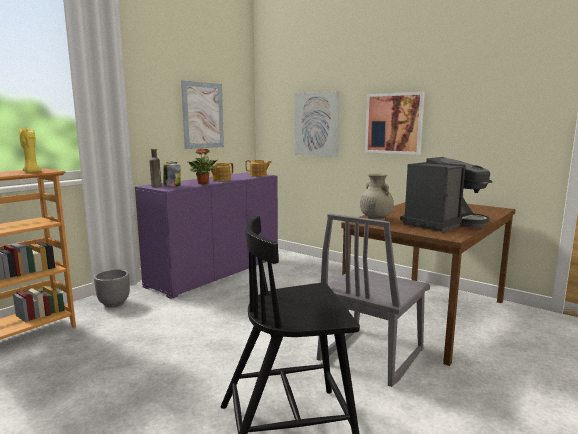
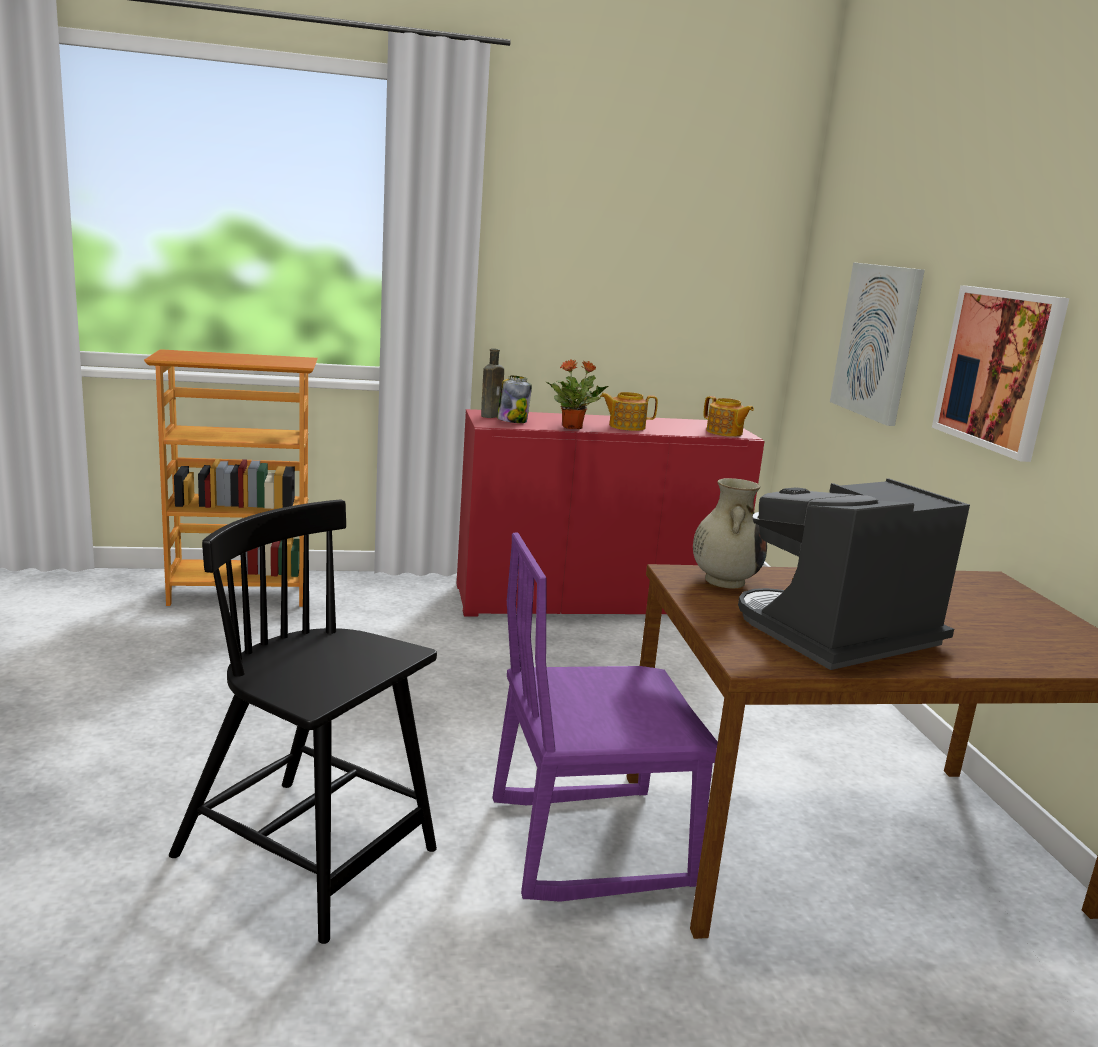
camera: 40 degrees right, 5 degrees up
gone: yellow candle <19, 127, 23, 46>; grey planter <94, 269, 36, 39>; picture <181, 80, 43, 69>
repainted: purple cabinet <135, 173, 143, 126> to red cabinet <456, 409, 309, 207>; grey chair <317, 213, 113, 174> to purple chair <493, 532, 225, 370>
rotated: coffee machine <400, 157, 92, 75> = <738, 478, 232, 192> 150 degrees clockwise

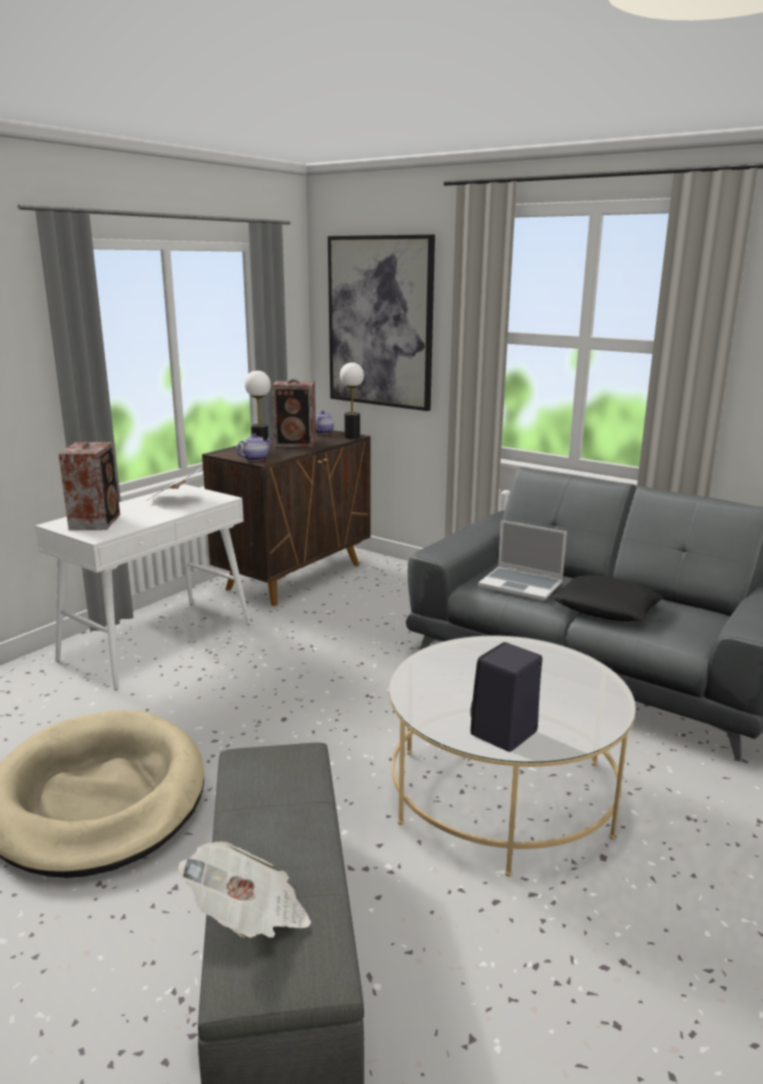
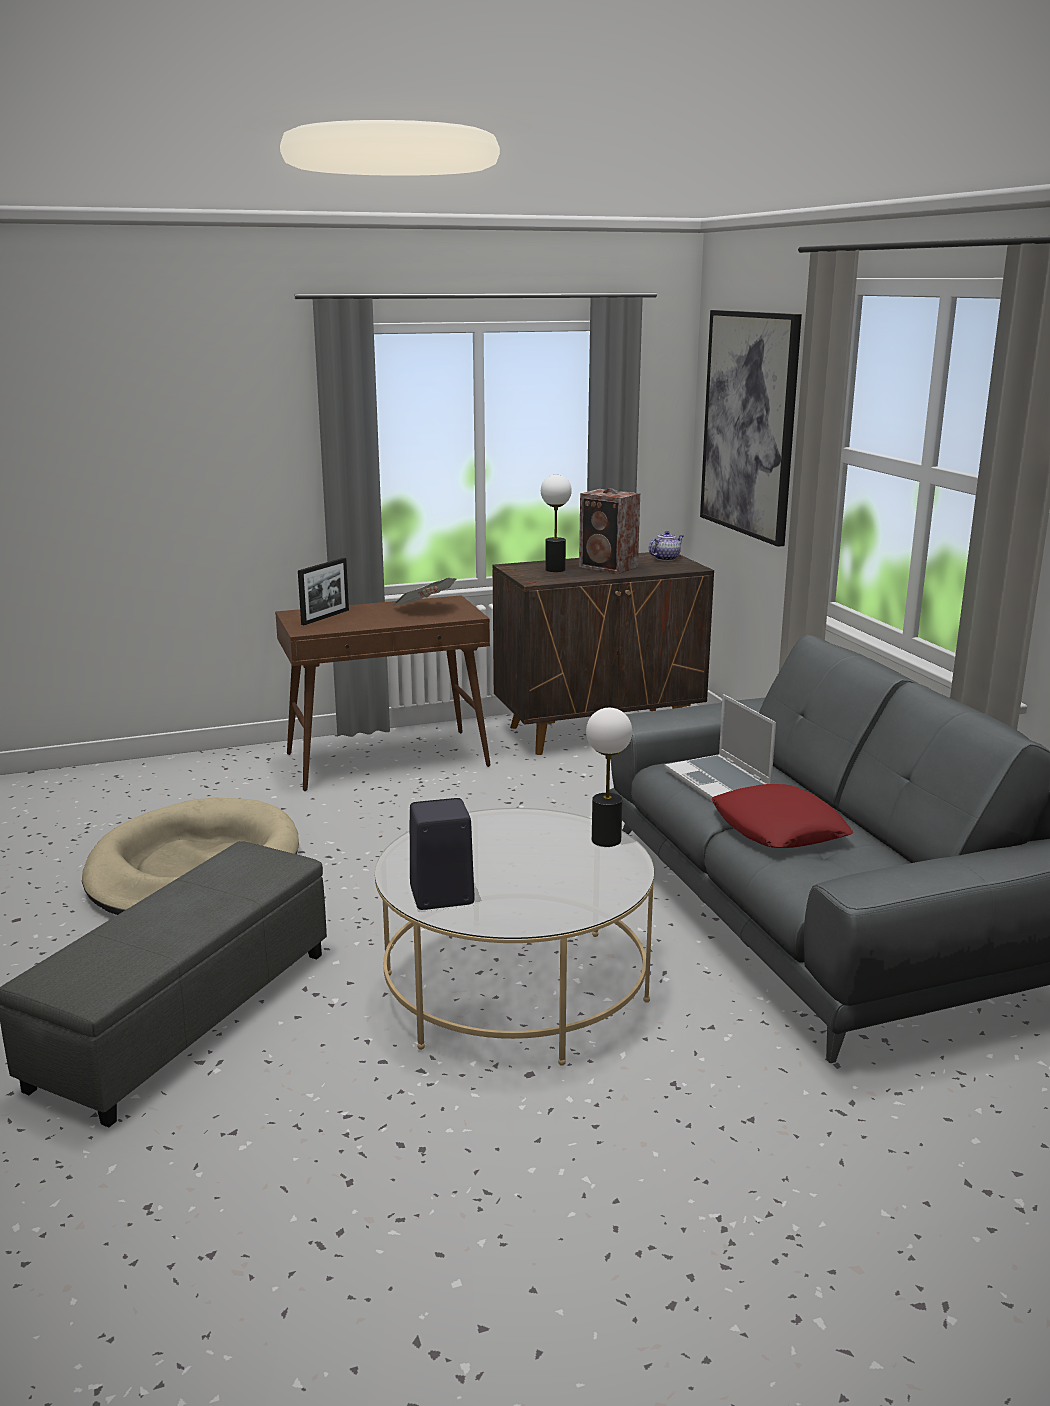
camera: 35 degrees right, 0 degrees up
gone: newspaper <178, 841, 133, 97>; teapot <236, 434, 36, 27>
shifted: table lamp <340, 362, 24, 77> to <586, 708, 46, 139>
swapped: speaker <58, 442, 62, 88> to picture frame <298, 558, 51, 67>
repainted: white console table <35, 484, 216, 206> to brown console table <275, 595, 216, 196>; black pillow <551, 575, 112, 46> to red pillow <712, 784, 141, 64>

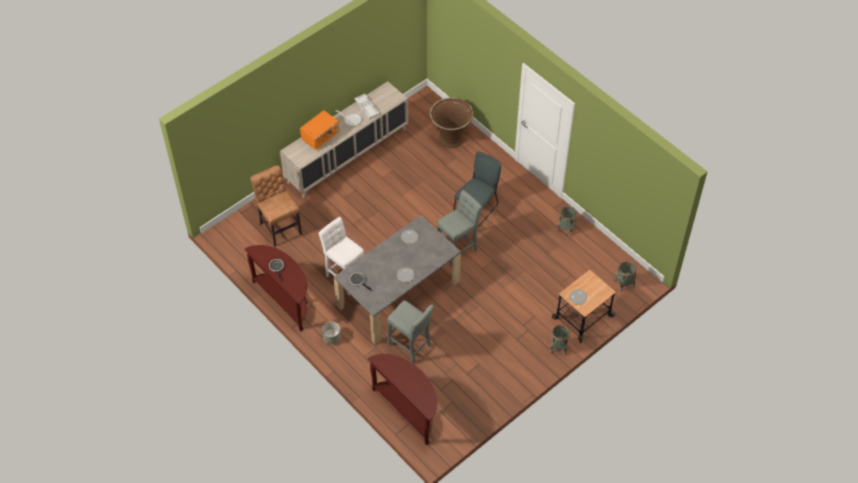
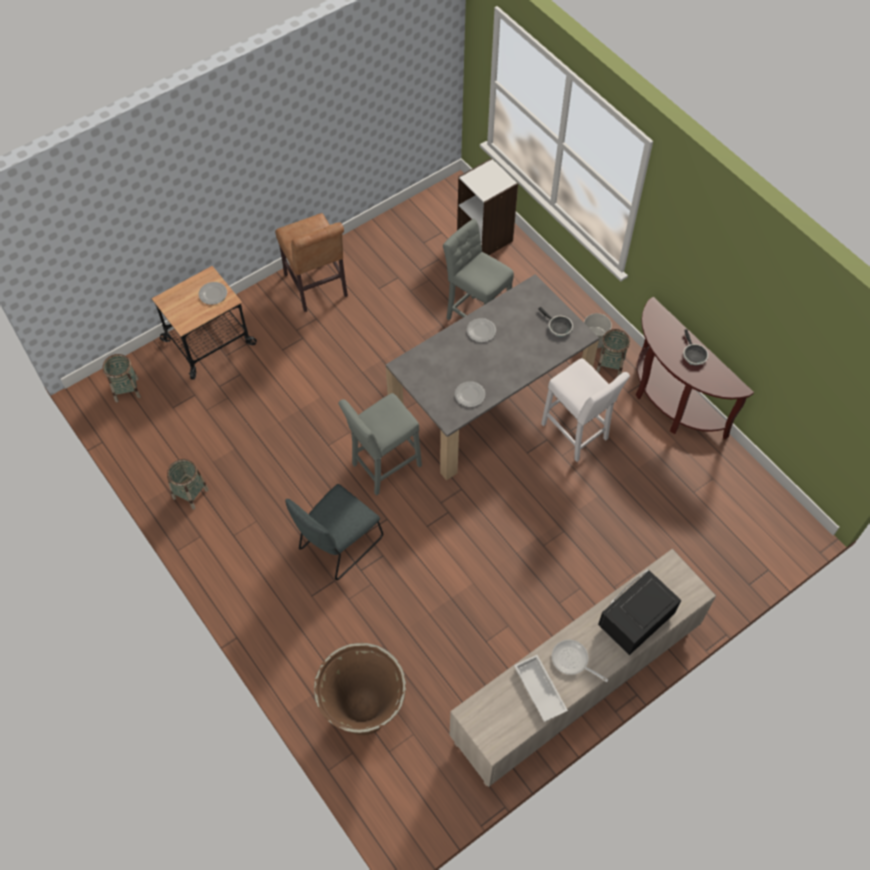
camera: 175 degrees left, 5 degrees up
shifted: brown chair <250, 165, 52, 82> to <275, 213, 73, 99>; basket <550, 325, 20, 30> to <596, 329, 34, 48>
swapped: brown console table <368, 354, 69, 91> to white bookcase <457, 158, 61, 97>
repainted: orange microwave <300, 110, 39, 40> to black microwave <598, 570, 83, 85>

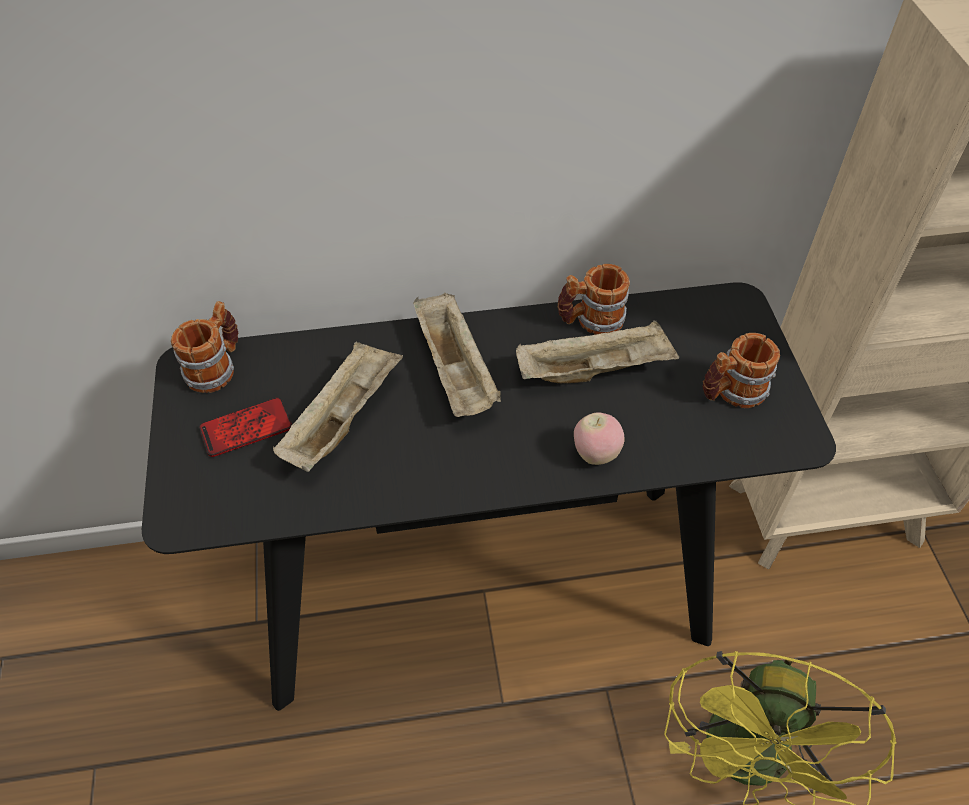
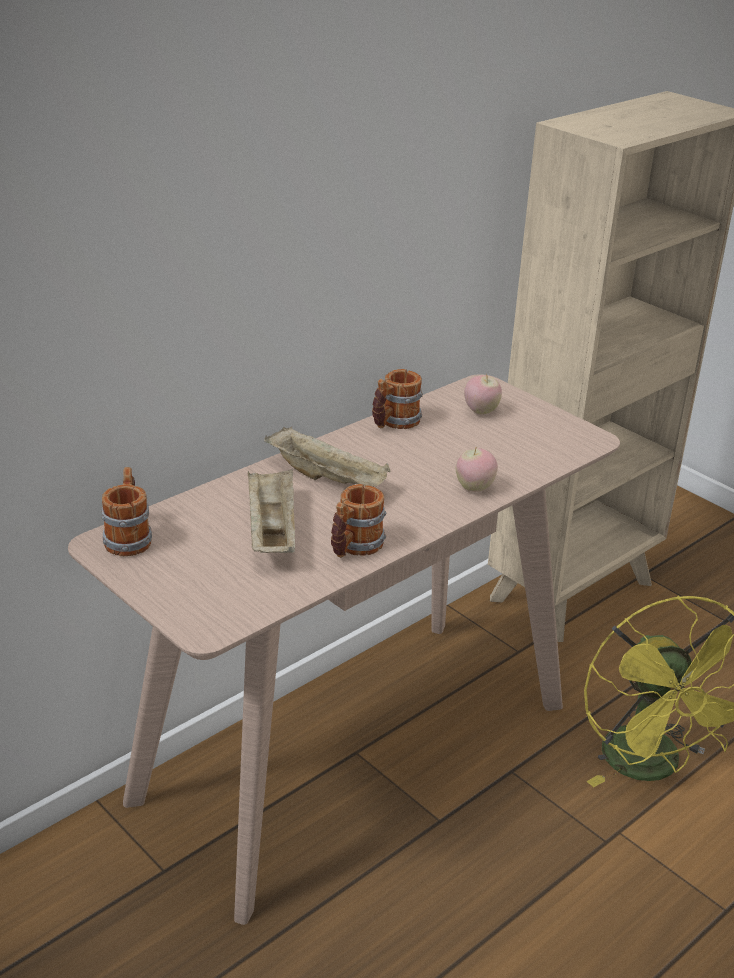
camera: 35 degrees left, 20 degrees down
gone: phone <199, 398, 93, 59>; beige tray <516, 320, 164, 63>
new: apple <464, 375, 38, 39>
shifted: mug <703, 333, 77, 75> to <331, 484, 56, 74>
repainted: black console table <142, 282, 694, 429> to beige console table <68, 374, 552, 551>

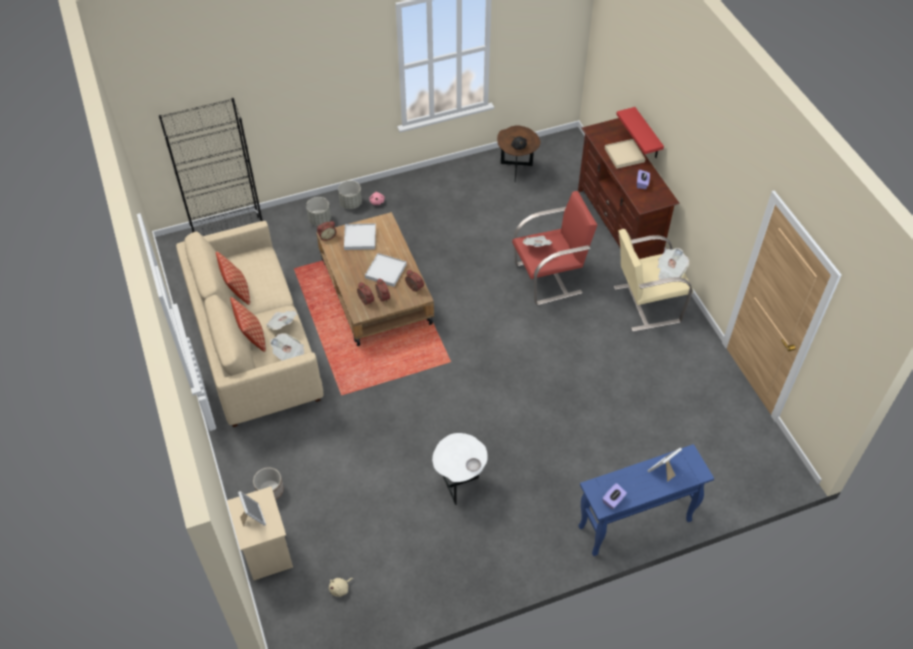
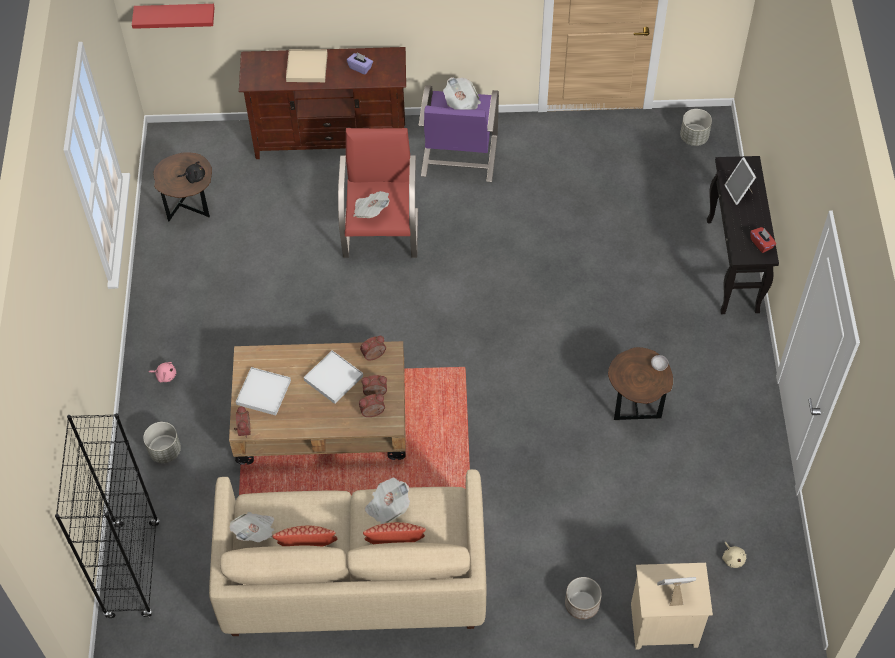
camera: 70 degrees left, 5 degrees up
shifted: newspaper <270, 333, 34, 28> to <229, 512, 45, 30>; grey planter <338, 181, 24, 28> to <680, 109, 32, 37>; red shelf <616, 107, 48, 51> to <132, 4, 83, 25>
repainted: white side table <432, 433, 56, 72> to brown side table <608, 347, 65, 73>; blue console table <578, 444, 136, 112> to black console table <707, 156, 72, 158>; purple tissue box <602, 483, 25, 27> to red tissue box <750, 227, 26, 26>; beige armchair <614, 229, 79, 103> to purple armchair <419, 85, 80, 97>

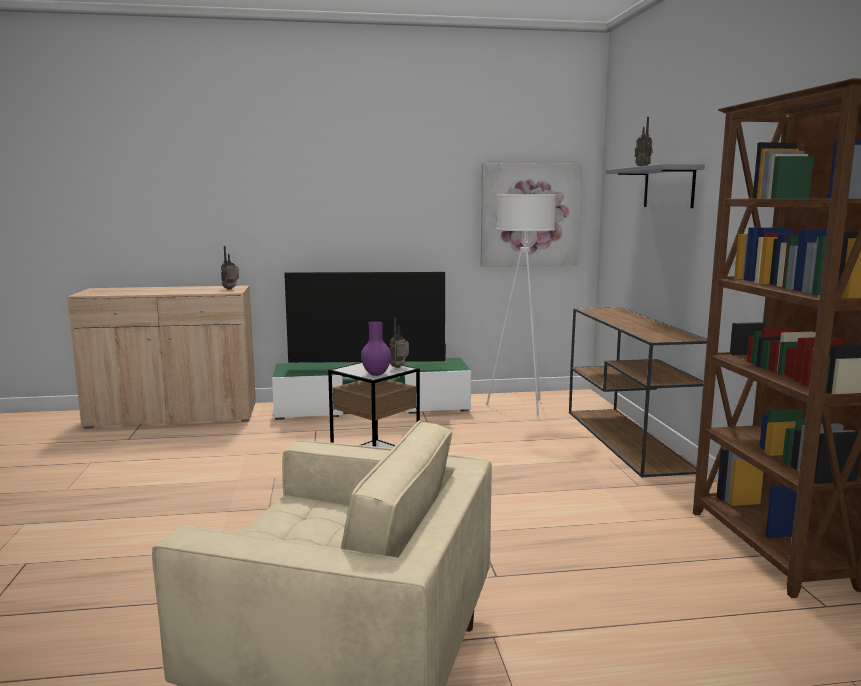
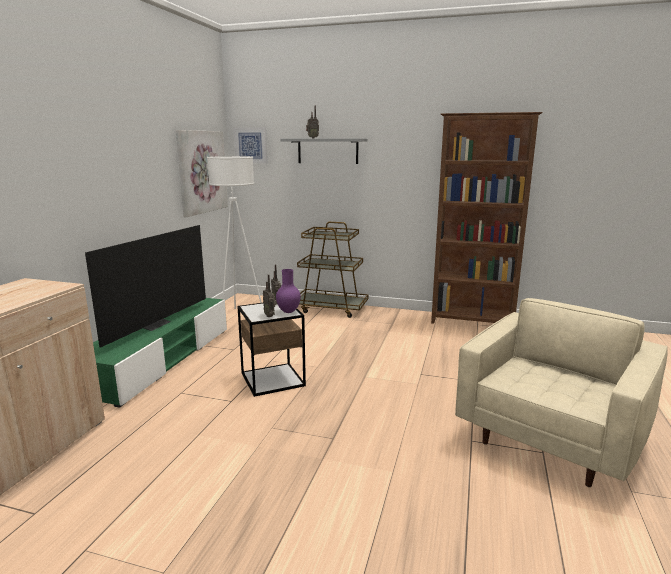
camera: 65 degrees left, 5 degrees up
new: picture <234, 127, 33, 36>
shifted: radio <221, 246, 18, 44> to <263, 274, 14, 43>
swapped: brown console table <569, 307, 138, 170> to brown cart <297, 222, 71, 96>

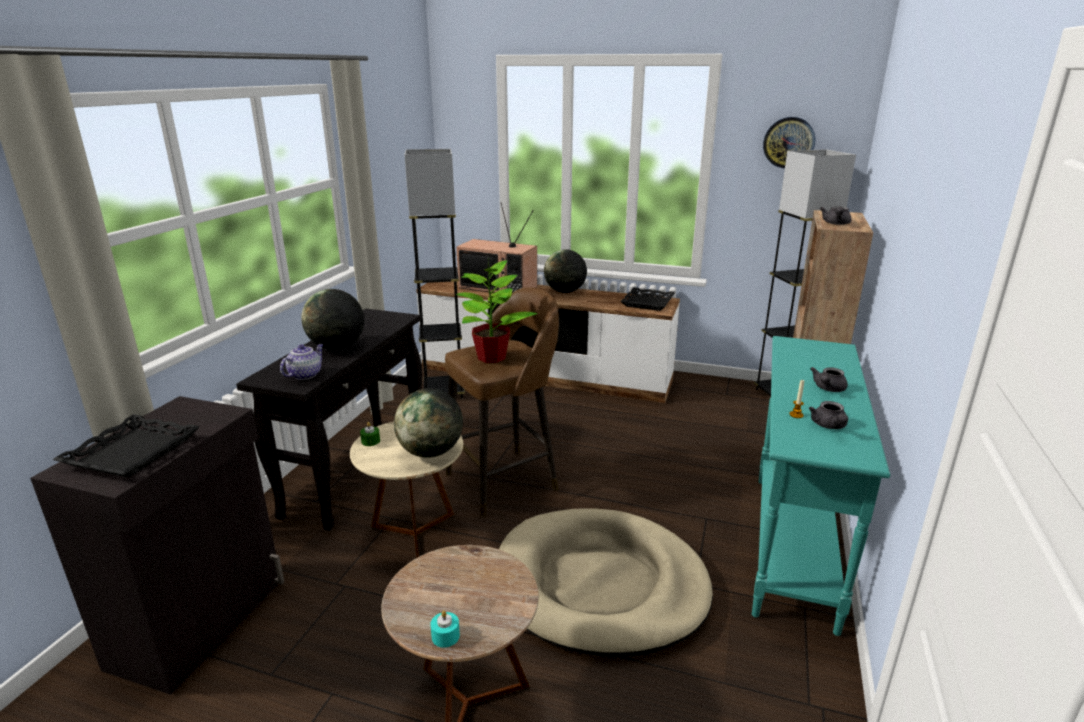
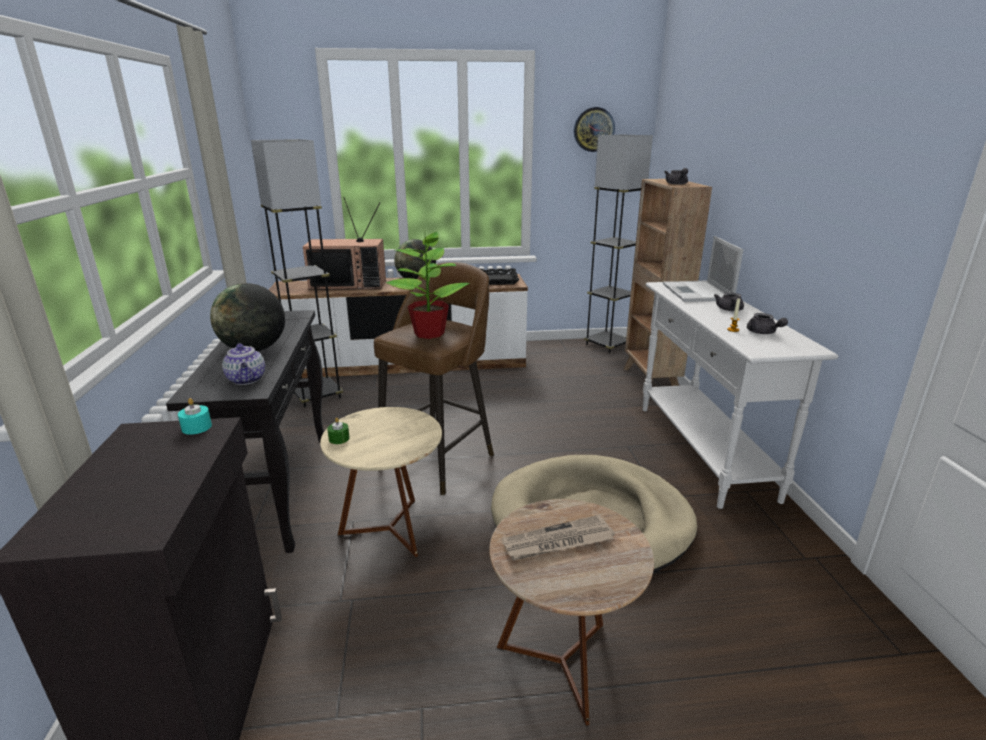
camera: 25 degrees left, 0 degrees up
gone: black tray <53, 414, 147, 64>; globe <394, 388, 69, 70>
new: newspaper <502, 515, 113, 46>; laptop <663, 236, 80, 66>
shifted: turquoise candle <430, 610, 30, 38> to <178, 398, 34, 37>
repainted: turquoise console table <752, 336, 138, 300> to white console table <643, 280, 195, 229>
rotated: teapot <280, 344, 44, 36> = <222, 343, 43, 42> 150 degrees clockwise

